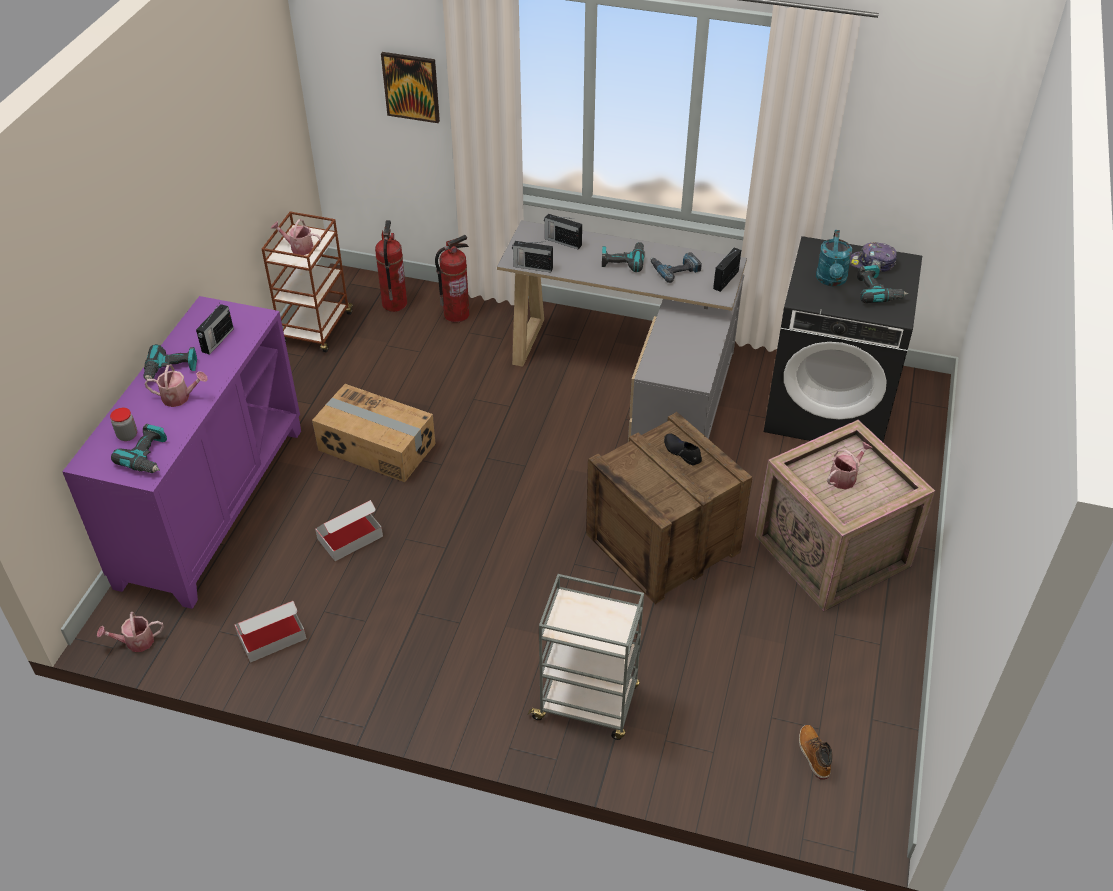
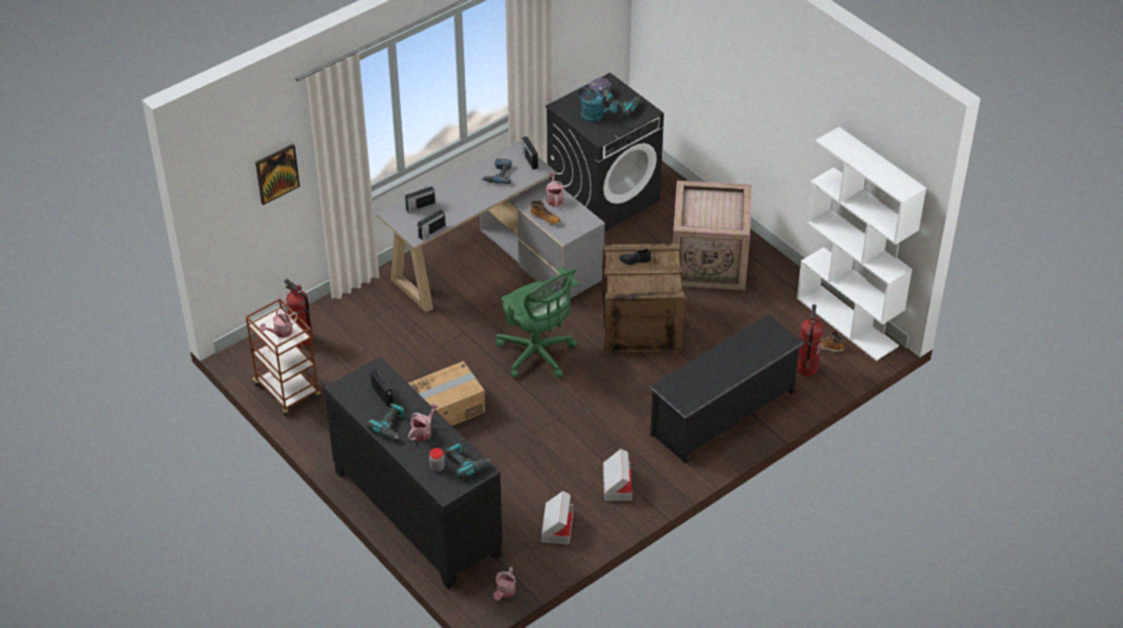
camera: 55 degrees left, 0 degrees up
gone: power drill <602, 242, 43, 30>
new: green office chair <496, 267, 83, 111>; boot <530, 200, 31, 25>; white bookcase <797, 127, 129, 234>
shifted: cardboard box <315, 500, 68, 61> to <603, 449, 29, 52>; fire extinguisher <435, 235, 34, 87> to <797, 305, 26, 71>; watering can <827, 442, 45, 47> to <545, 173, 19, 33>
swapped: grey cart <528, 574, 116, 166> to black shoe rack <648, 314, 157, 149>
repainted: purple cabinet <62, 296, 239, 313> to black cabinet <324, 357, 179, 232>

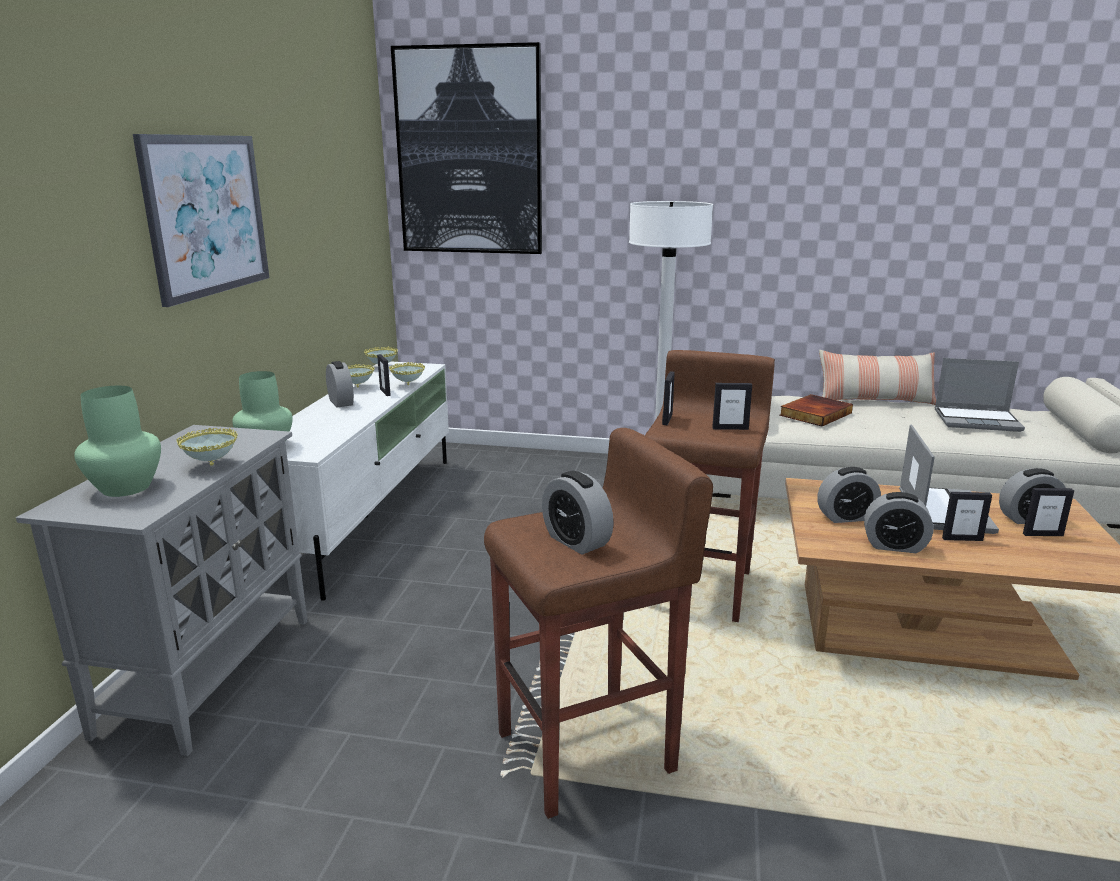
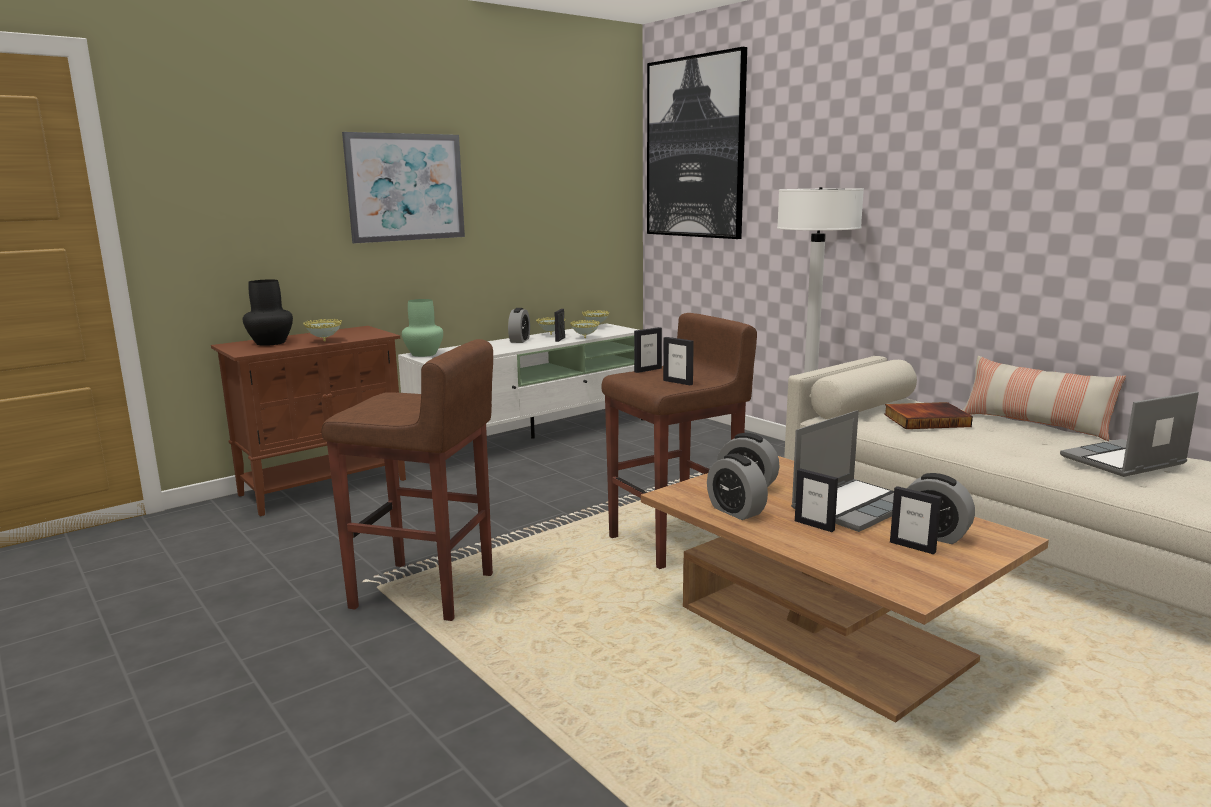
camera: 40 degrees right, 5 degrees down
gone: alarm clock <542, 471, 72, 84>
repainted: grey cabinet <16, 425, 291, 331> to brown cabinet <211, 326, 195, 190>; green vase <74, 386, 87, 111> to black vase <243, 280, 50, 66>
rotated: laptop <934, 358, 91, 74> = <1060, 391, 139, 86> 105 degrees clockwise

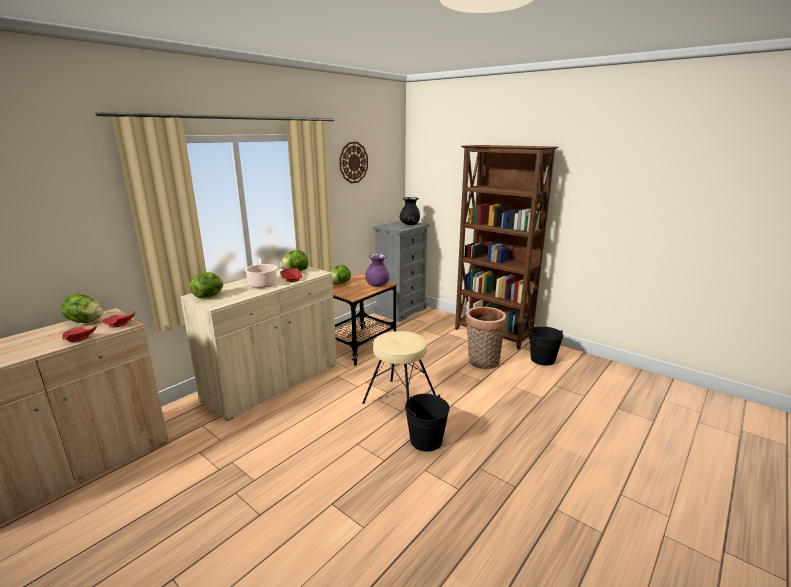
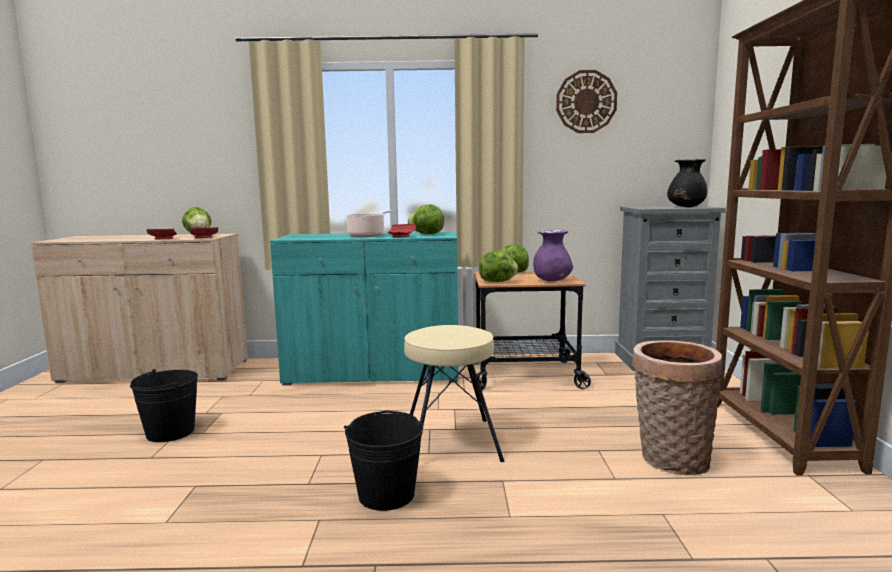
camera: 50 degrees right, 10 degrees down
shifted: lettuce <190, 272, 33, 26> to <479, 251, 39, 31>; black bucket <529, 326, 35, 40> to <130, 369, 68, 73>
repainted: beige cabinet <180, 266, 157, 155> to turquoise cabinet <270, 232, 189, 153>

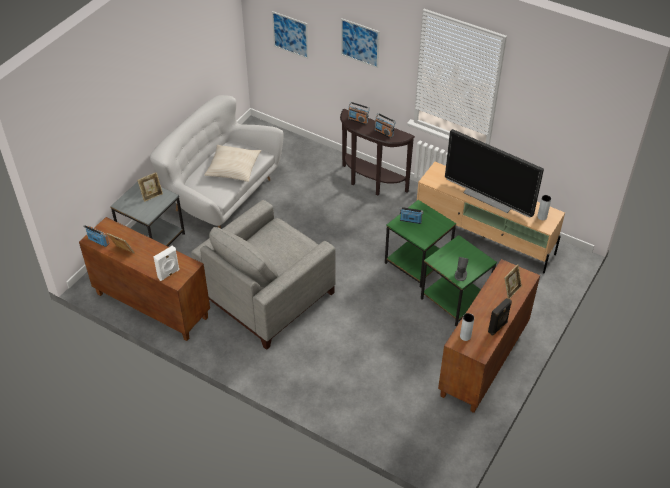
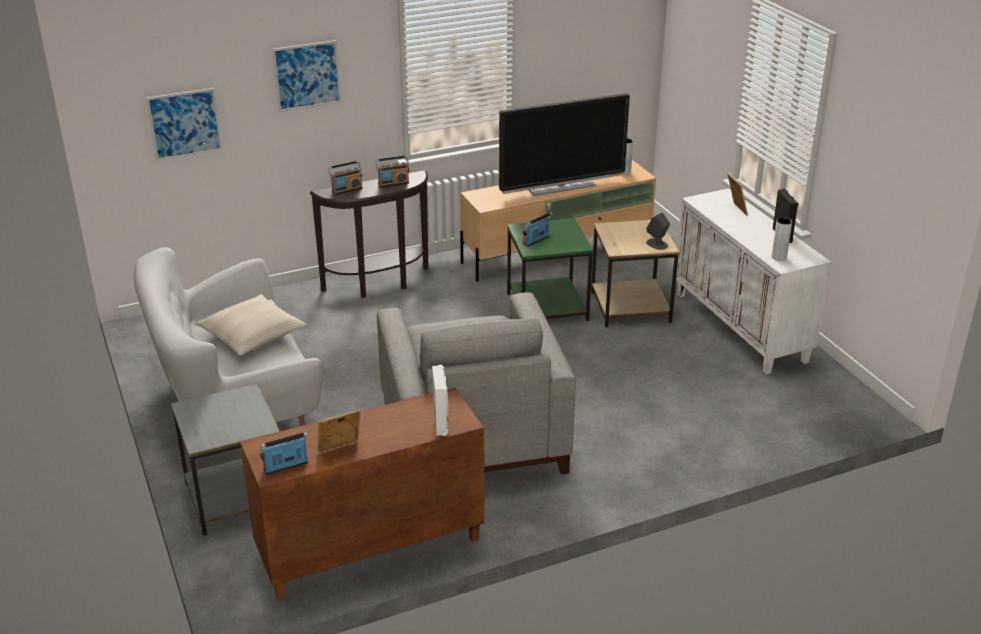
camera: 55 degrees left, 15 degrees down
gone: picture frame <137, 172, 26, 30>
repainted: green side table <421, 235, 76, 91> to beige side table <591, 220, 88, 108>; brown cabinet <438, 259, 102, 154> to white cabinet <676, 188, 156, 186>

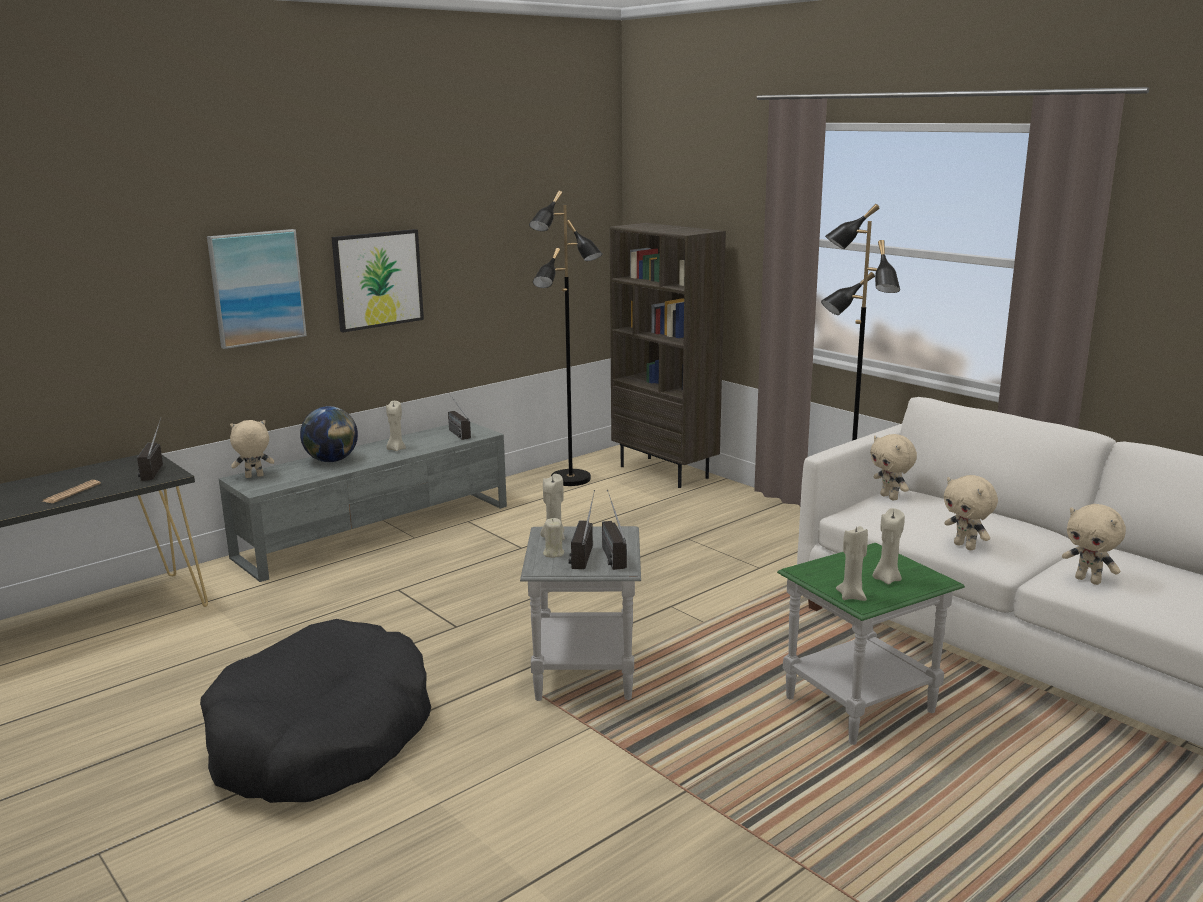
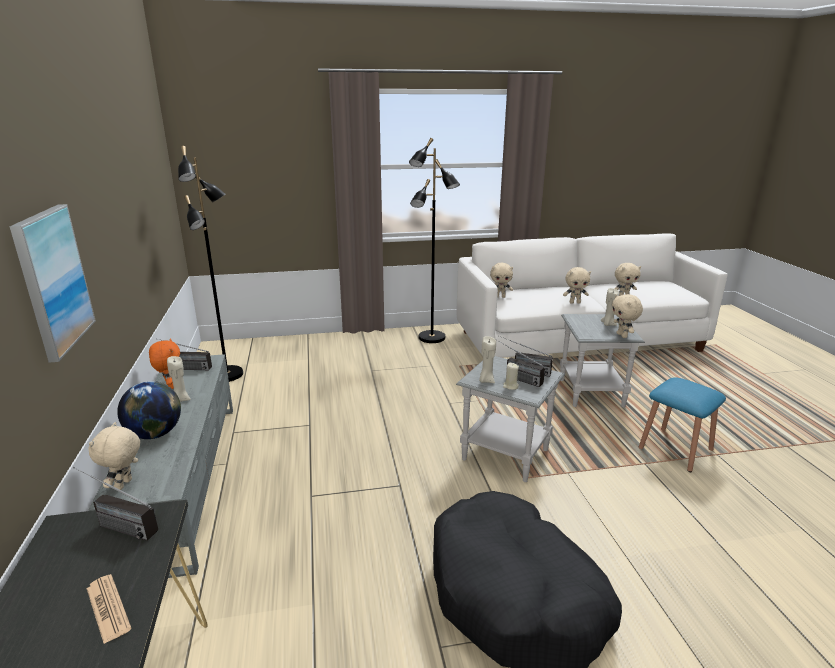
camera: 60 degrees left, 5 degrees up
gone: picture <332, 229, 92, 103>; brown bookcase <610, 223, 116, 265>
new: orange plush toy <149, 339, 31, 50>; blue stool <639, 377, 87, 95>
swapped: beige candle <836, 526, 32, 75> to beige plush toy <612, 294, 31, 44>
repainted: green side table <777, 543, 188, 202> to grey side table <560, 314, 85, 93>

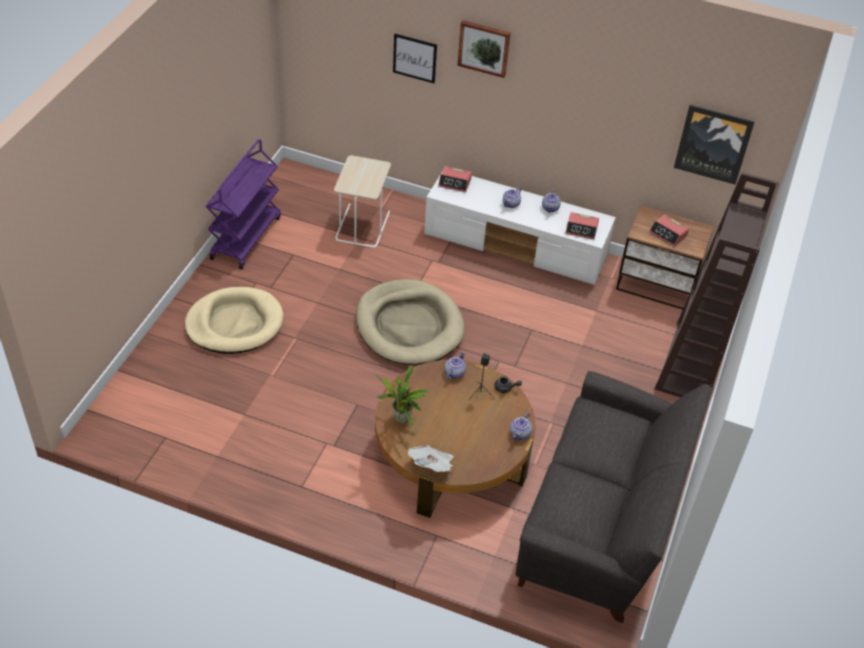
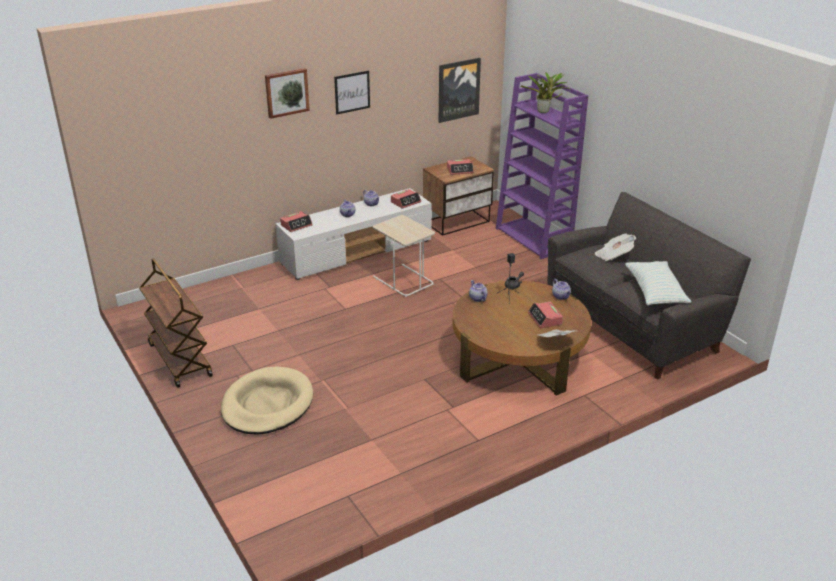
camera: 50 degrees left, 15 degrees down
gone: beige dog bed <356, 279, 109, 86>
new: alarm clock <528, 302, 35, 26>; newspaper <595, 234, 41, 27>; pillow <625, 261, 67, 45>
shifted: beige side table <334, 155, 57, 93> to <373, 215, 62, 82>; potted plant <376, 366, 52, 60> to <521, 72, 49, 41>; picture <393, 34, 44, 49> to <334, 71, 36, 43>
repainted: purple cart <205, 139, 76, 130> to brown cart <139, 258, 74, 130>; brown bookcase <655, 172, 124, 226> to purple bookcase <496, 73, 92, 186>

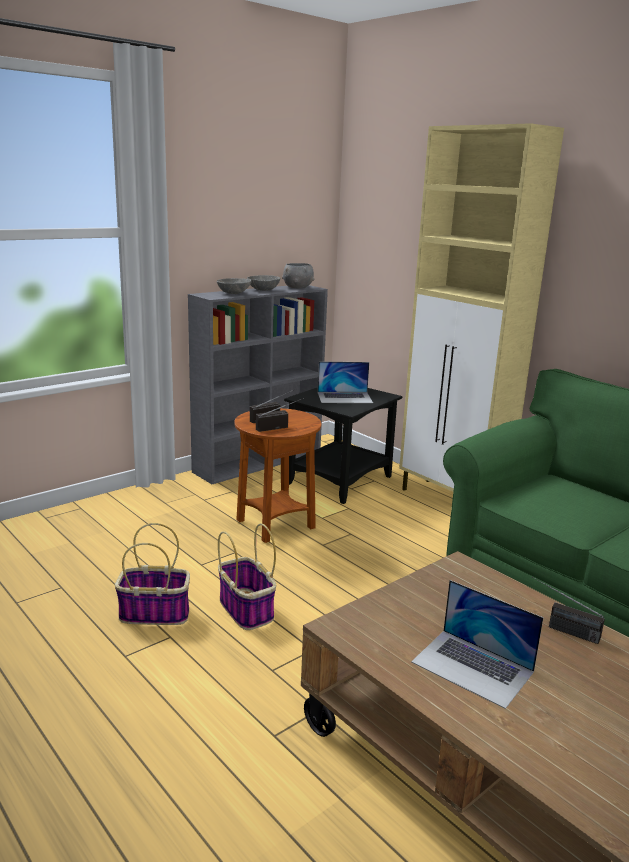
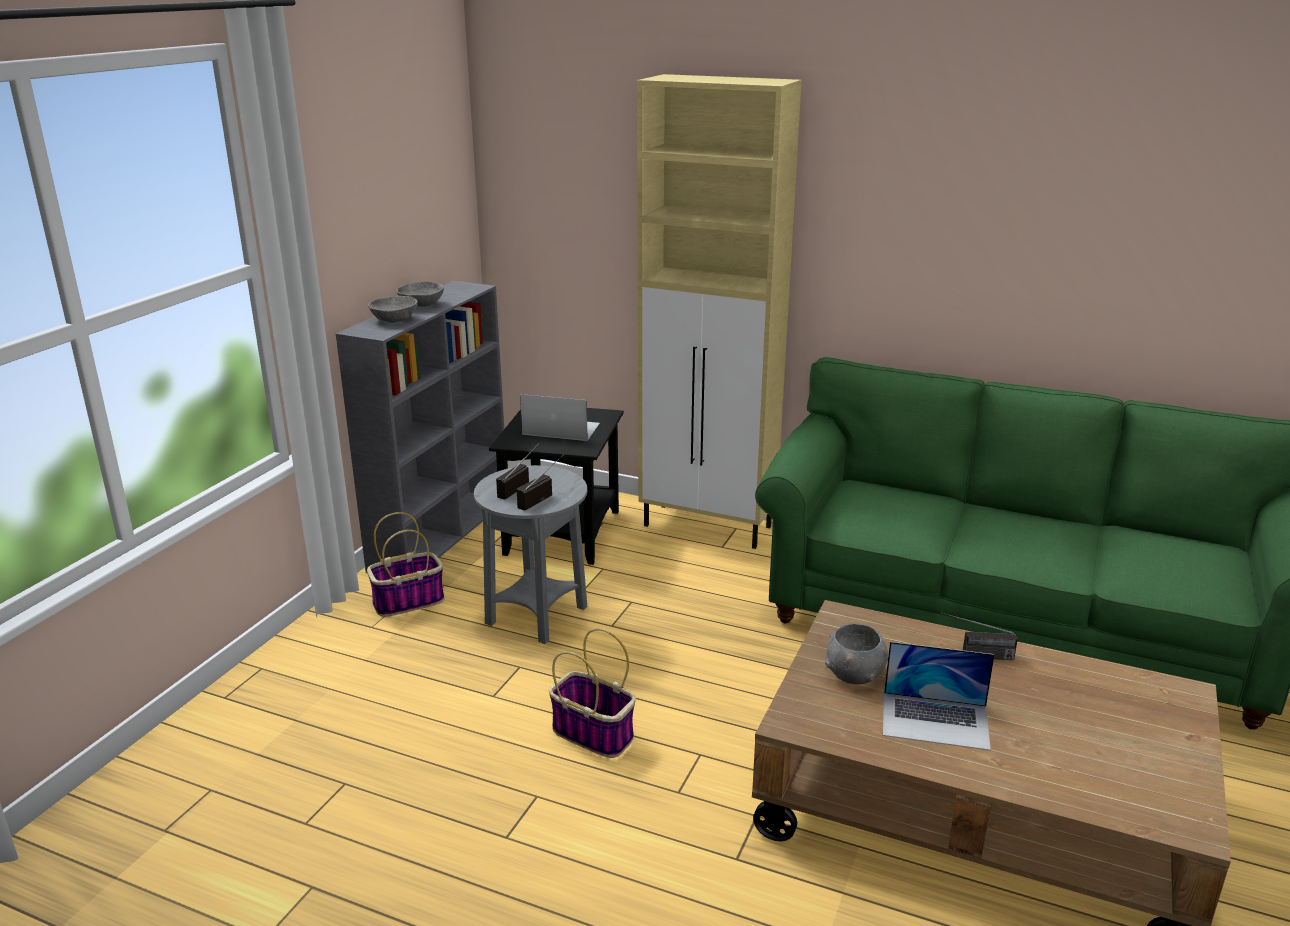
camera: 25 degrees left, 5 degrees up
shifted: basket <115, 523, 75, 102> to <367, 512, 78, 105>; grey bowl <282, 263, 32, 25> to <825, 623, 63, 62>
repainted: brown side table <234, 408, 88, 135> to grey side table <474, 465, 113, 179>
rotated: laptop <318, 361, 55, 42> = <520, 394, 80, 47> 135 degrees counterclockwise

